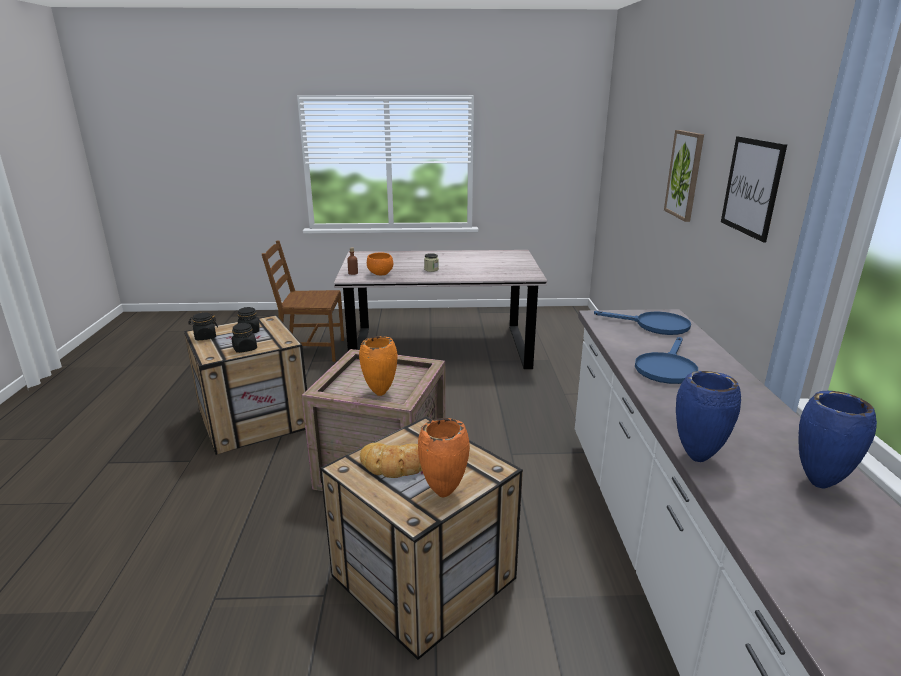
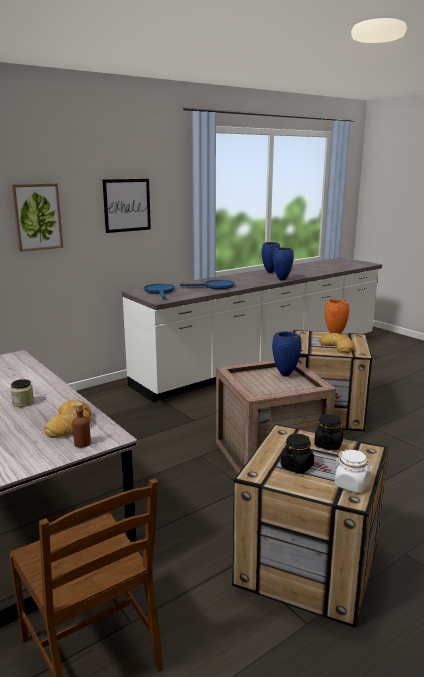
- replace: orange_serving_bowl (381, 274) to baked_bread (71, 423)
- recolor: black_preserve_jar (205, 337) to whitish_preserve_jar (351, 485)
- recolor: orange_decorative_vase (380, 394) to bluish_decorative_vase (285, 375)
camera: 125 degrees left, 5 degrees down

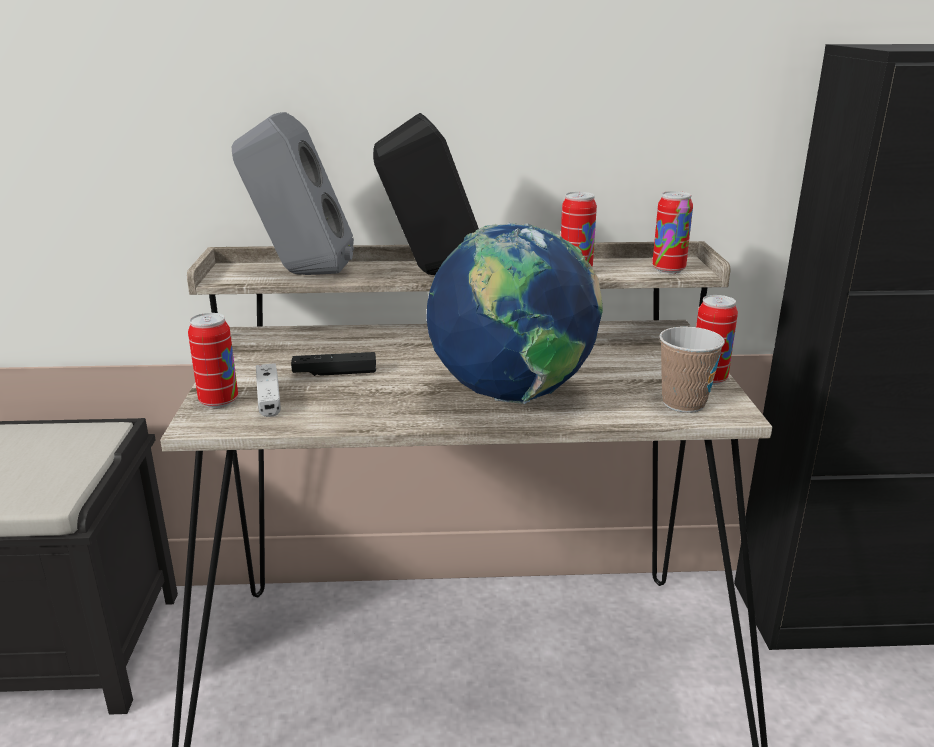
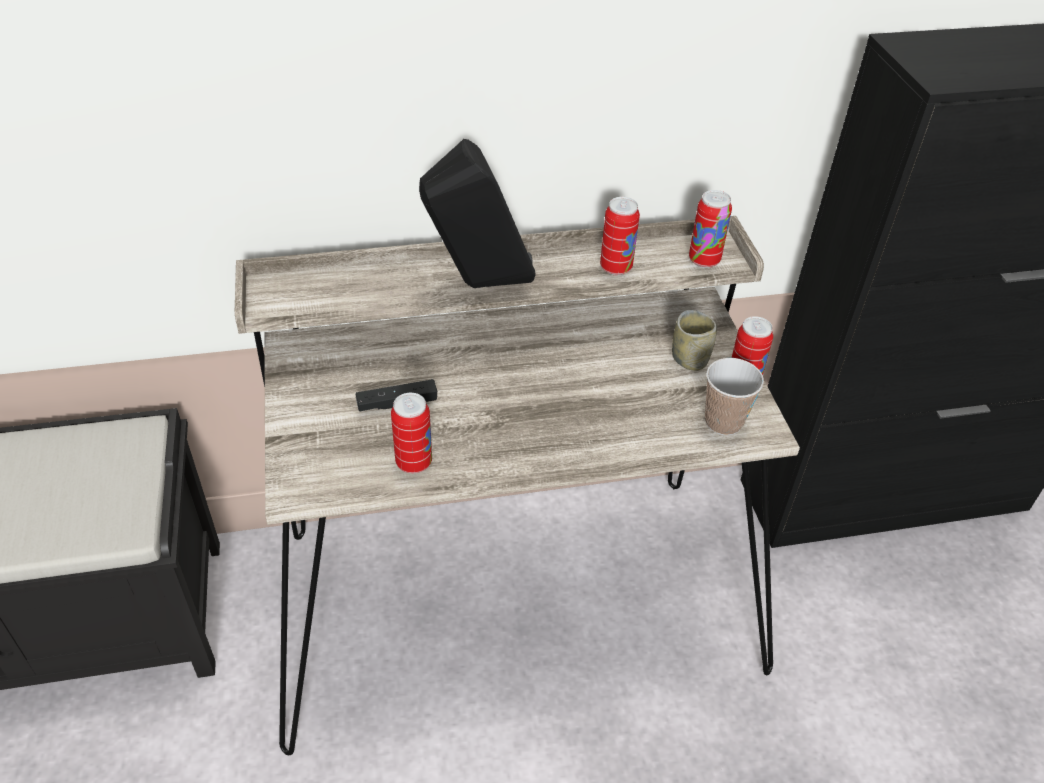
- delete: gray_audio_speaker (299, 274)
- delete: world_globe (513, 397)
- move: metal_can (219, 401) to (414, 462)
- delete: whitish_gamepad (269, 398)
- insert: drinking_cup (689, 359)
camera: 10 degrees left, 20 degrees up

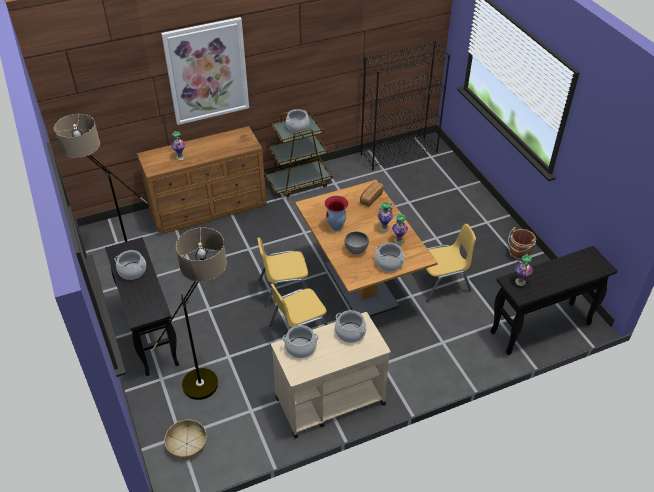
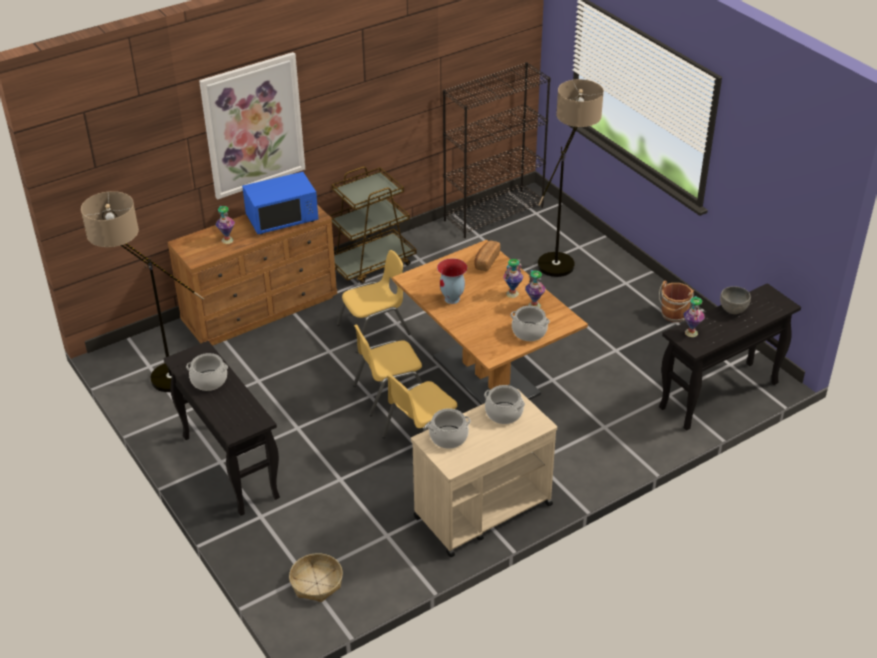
- delete: saucepot (297, 126)
- move: yellow_chair (442, 282) to (374, 330)
- move: standing_lamp (211, 376) to (563, 258)
- move: gray_serving_bowl (356, 250) to (733, 310)
- insert: bluish_microwave_oven (282, 219)
camera: 10 degrees left, 5 degrees down

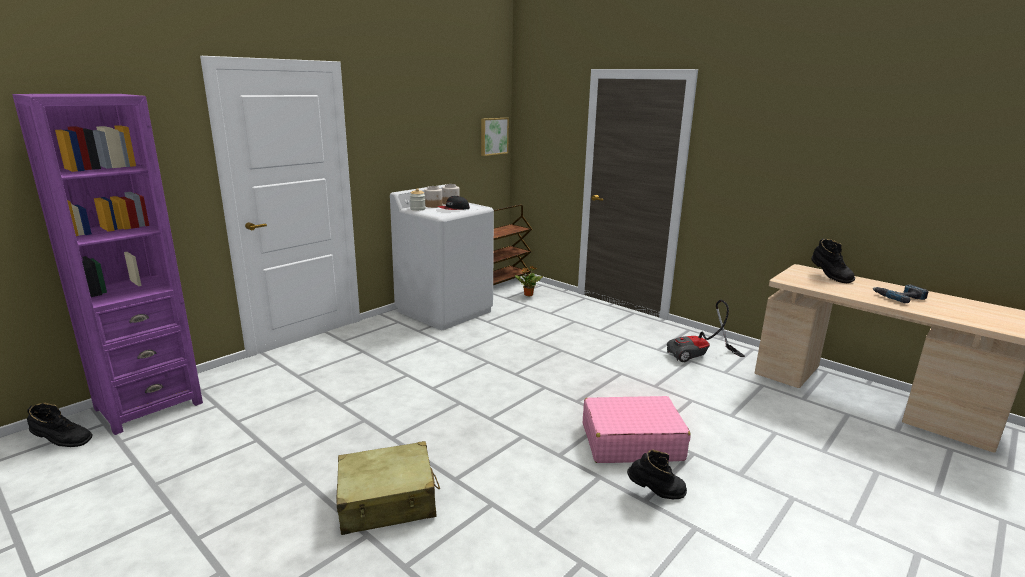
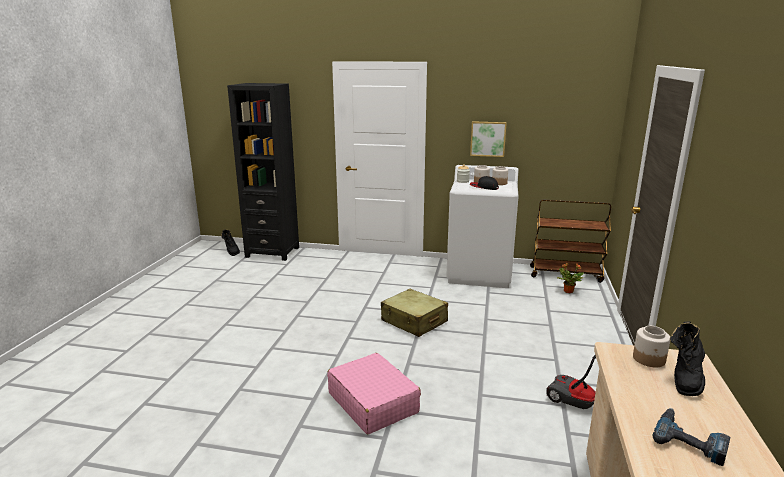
- recolor: purple_shelving_unit (149, 405) to black_shelving_unit (272, 252)
- move: picture (493, 136) to (488, 138)
- move: sand-coloured_suitcase (387, 501) to (414, 321)
- delete: black_high-top_boot (656, 493)
- insert: preserve_jar (649, 359)
camera: 60 degrees right, 0 degrees up

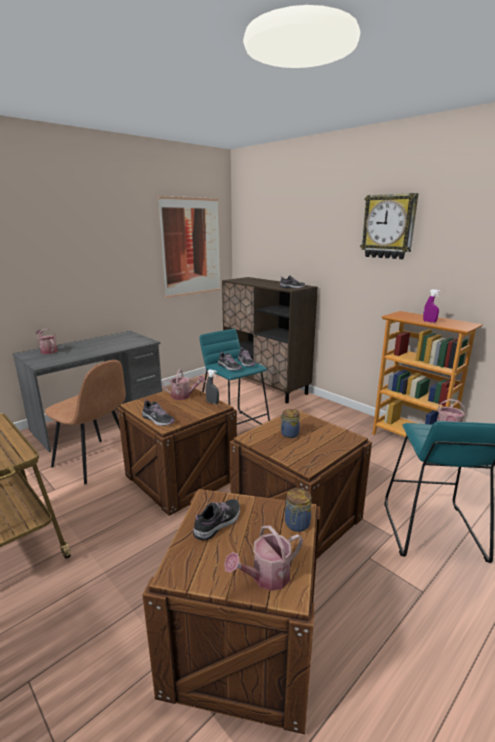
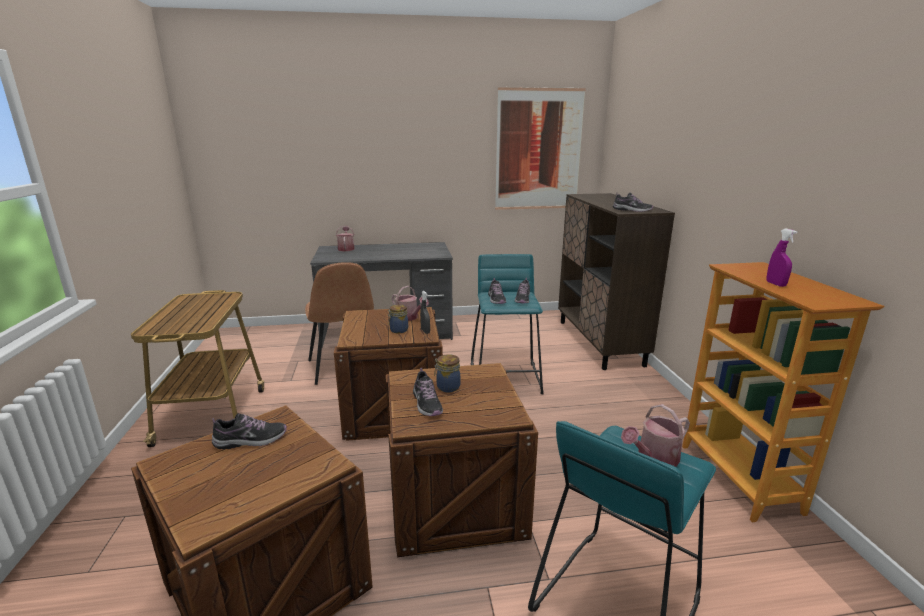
- delete: hanging_clock (388, 227)
- move: item_of_footwear (158, 420) to (427, 403)
- move: preserve_jar (297, 524) to (398, 330)
- delete: watering_pot (266, 577)
camera: 35 degrees right, 0 degrees up

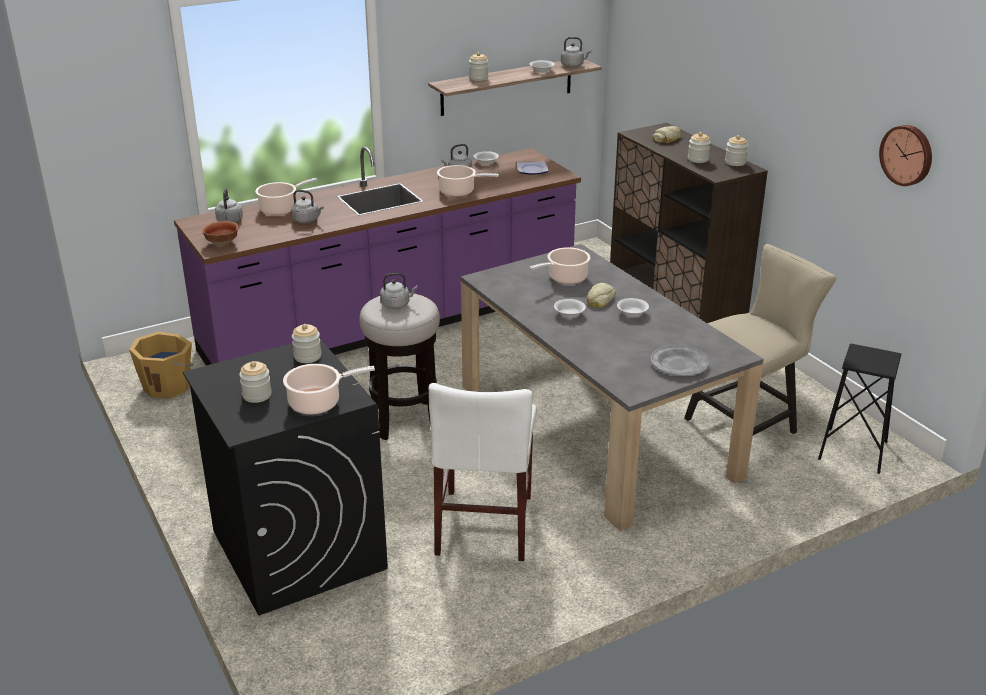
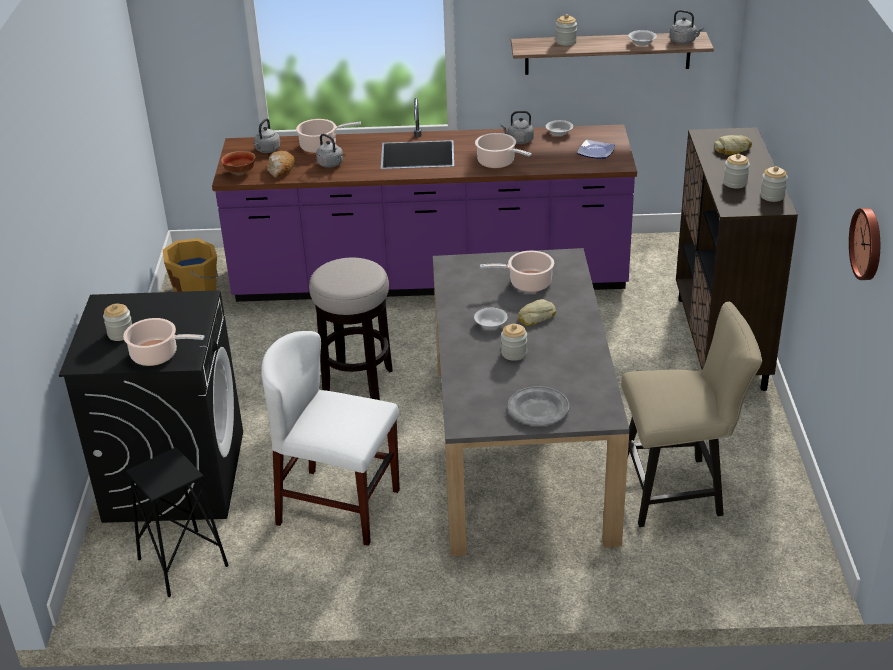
- delete: gray_tea_kettle (397, 304)
- delete: whitish_serving_bowl (632, 313)
- move: preserve_jar (307, 356) to (514, 353)
- move: black_stool_seat (852, 451) to (183, 563)
- rotate: whitish_chair (484, 524) = (339, 507) 75 degrees clockwise
- insert: baked_bread (281, 169)
camera: 30 degrees right, 5 degrees up

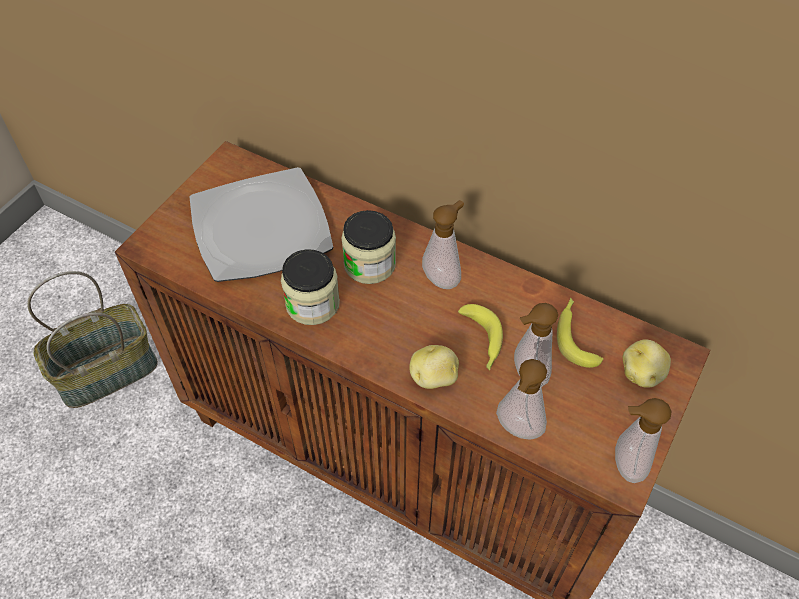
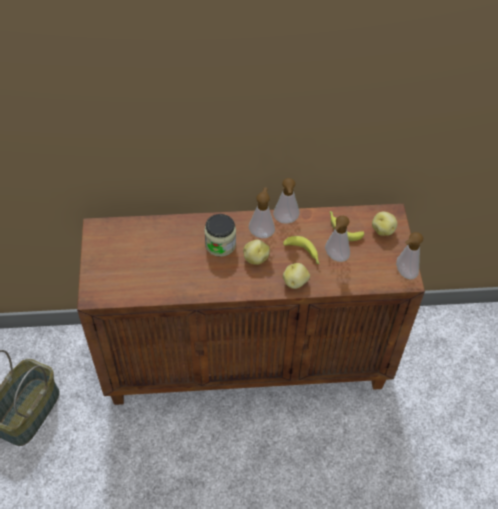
- delete: flat_dish (259, 228)
- delete: preserve_jar (312, 304)
- move: liquid_soap_bottle (517, 431) to (286, 221)
- insert: potato (255, 258)
camera: 35 degrees left, 0 degrees up

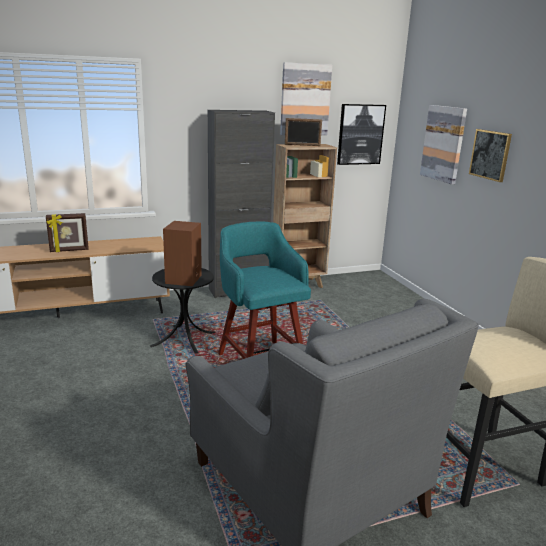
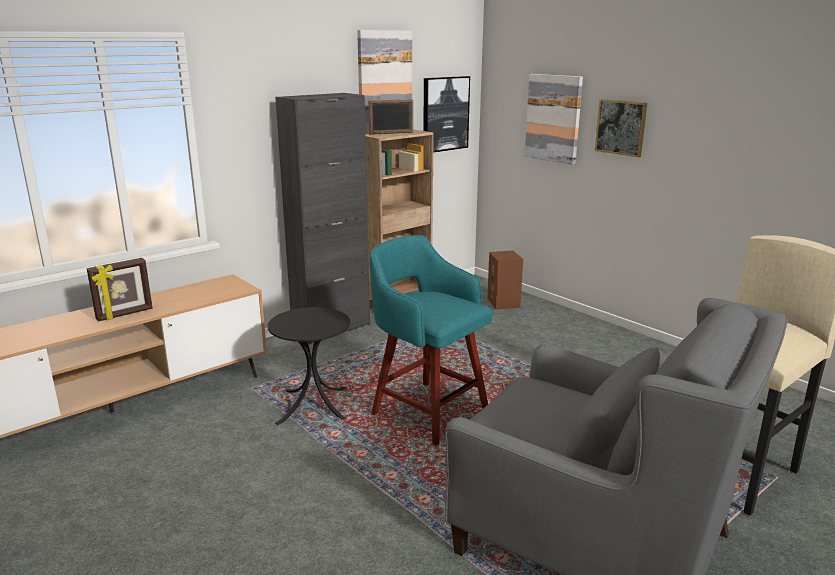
- move: brown-coloured_audio_speaker (184, 279) to (504, 303)
camera: 20 degrees left, 0 degrees up

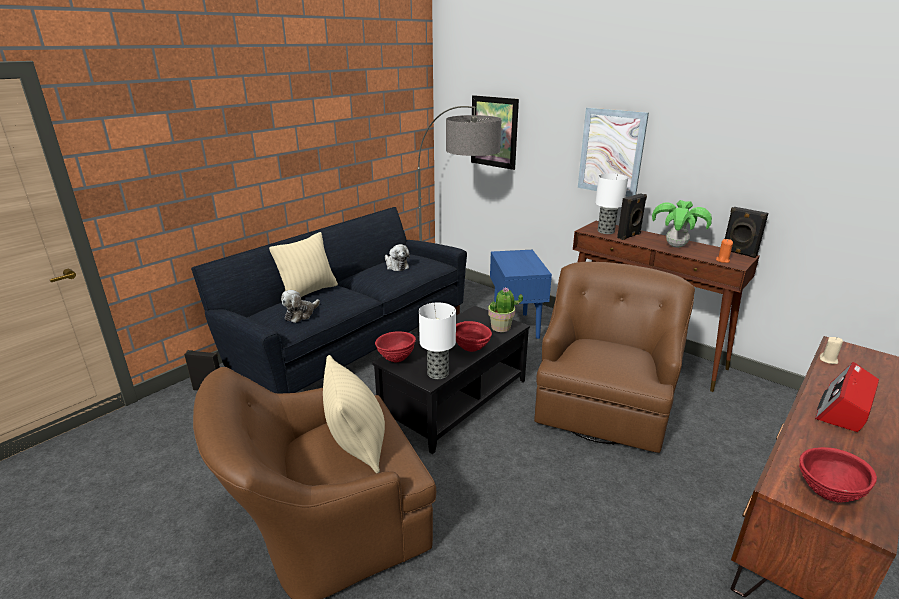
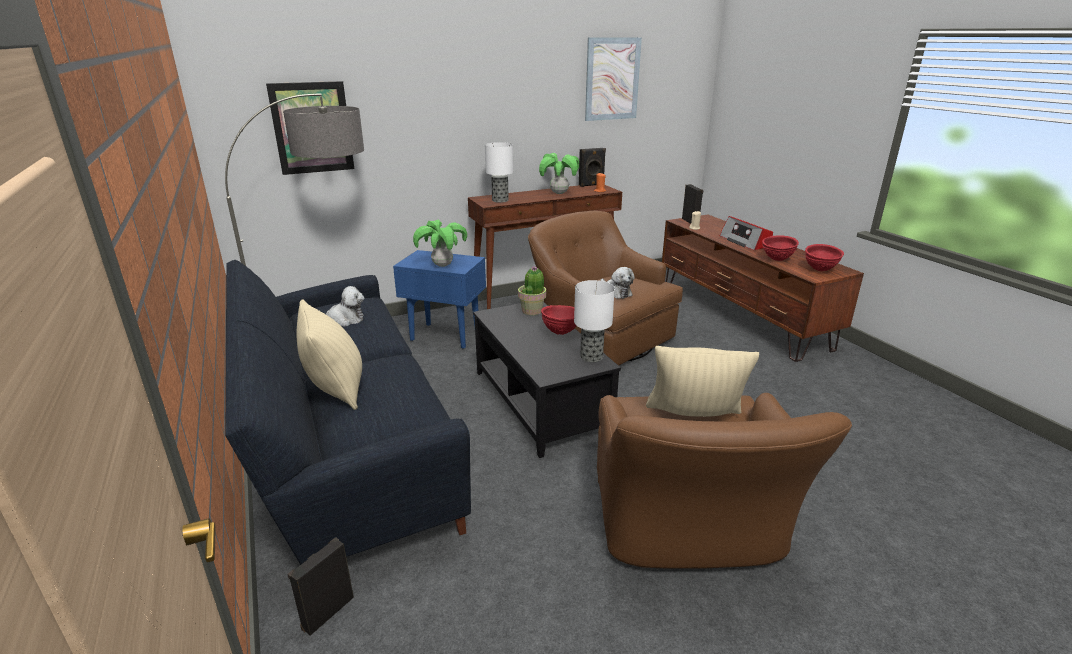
- move: picture (611, 152) to (612, 79)
- move: black_audio_speaker (629, 236) to (691, 221)
- move: soft_toy (301, 314) to (616, 292)
- move: red-coloured_serving_bowl (396, 359) to (777, 260)
- insert: houseplant (443, 265)
camera: 65 degrees left, 0 degrees up

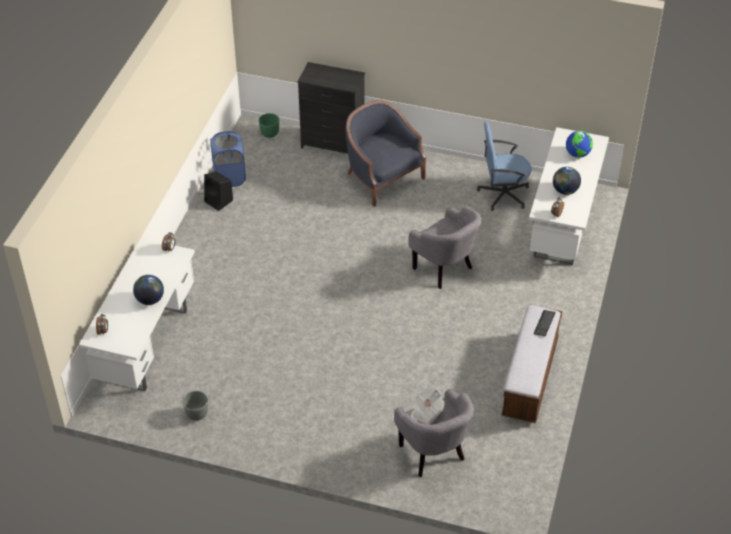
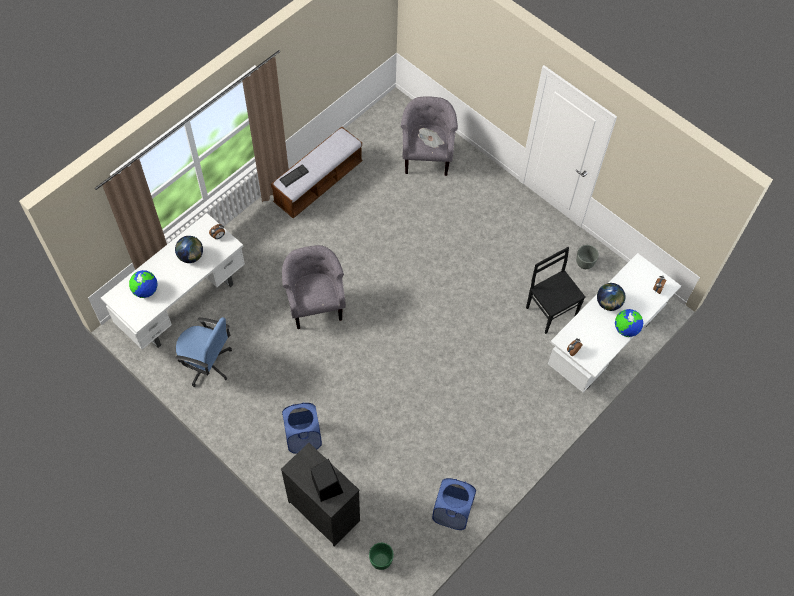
- replace: bluish_armchair (382, 178) to bluish_laundry_basket (303, 438)
- move: black_audio_speaker (219, 201) to (327, 485)
- insert: black_chair (550, 310)
- insert: world_globe (625, 329)
camera: 155 degrees left, 15 degrees up

